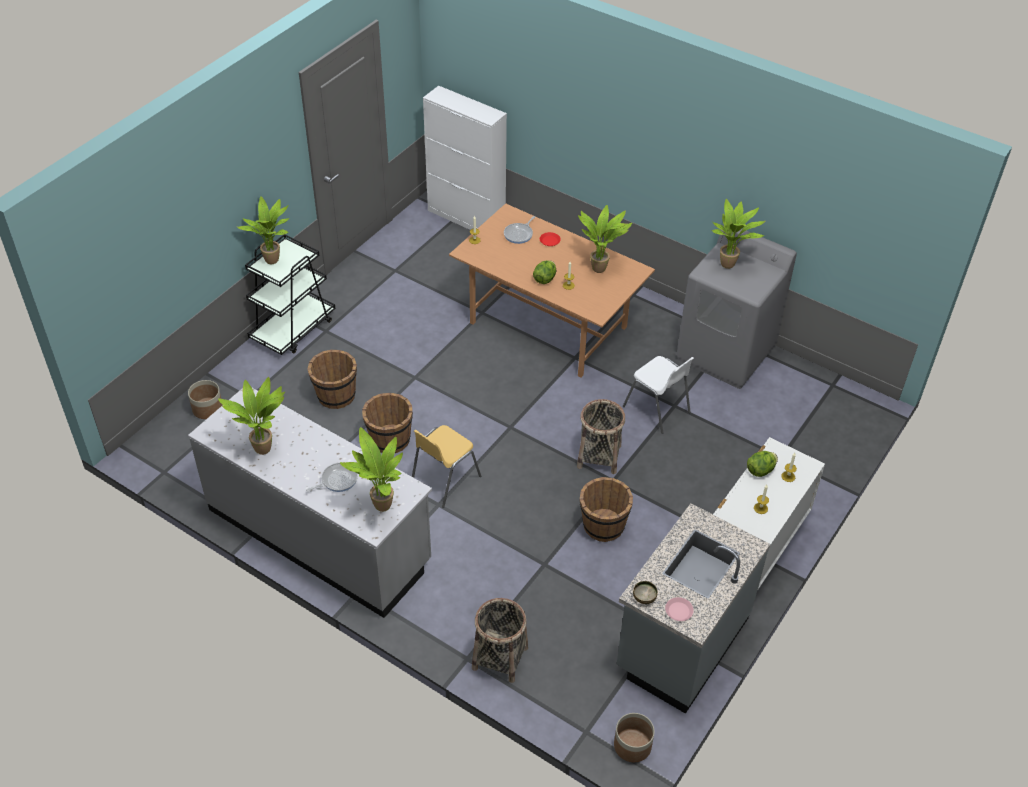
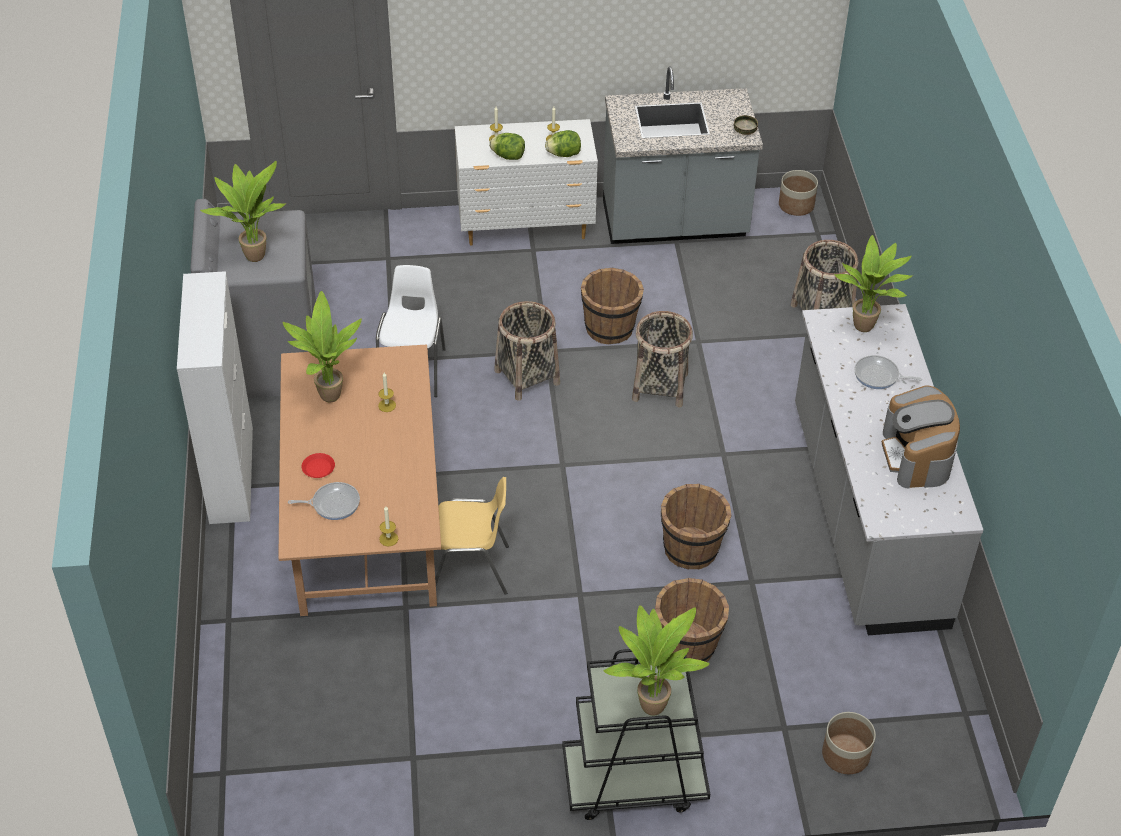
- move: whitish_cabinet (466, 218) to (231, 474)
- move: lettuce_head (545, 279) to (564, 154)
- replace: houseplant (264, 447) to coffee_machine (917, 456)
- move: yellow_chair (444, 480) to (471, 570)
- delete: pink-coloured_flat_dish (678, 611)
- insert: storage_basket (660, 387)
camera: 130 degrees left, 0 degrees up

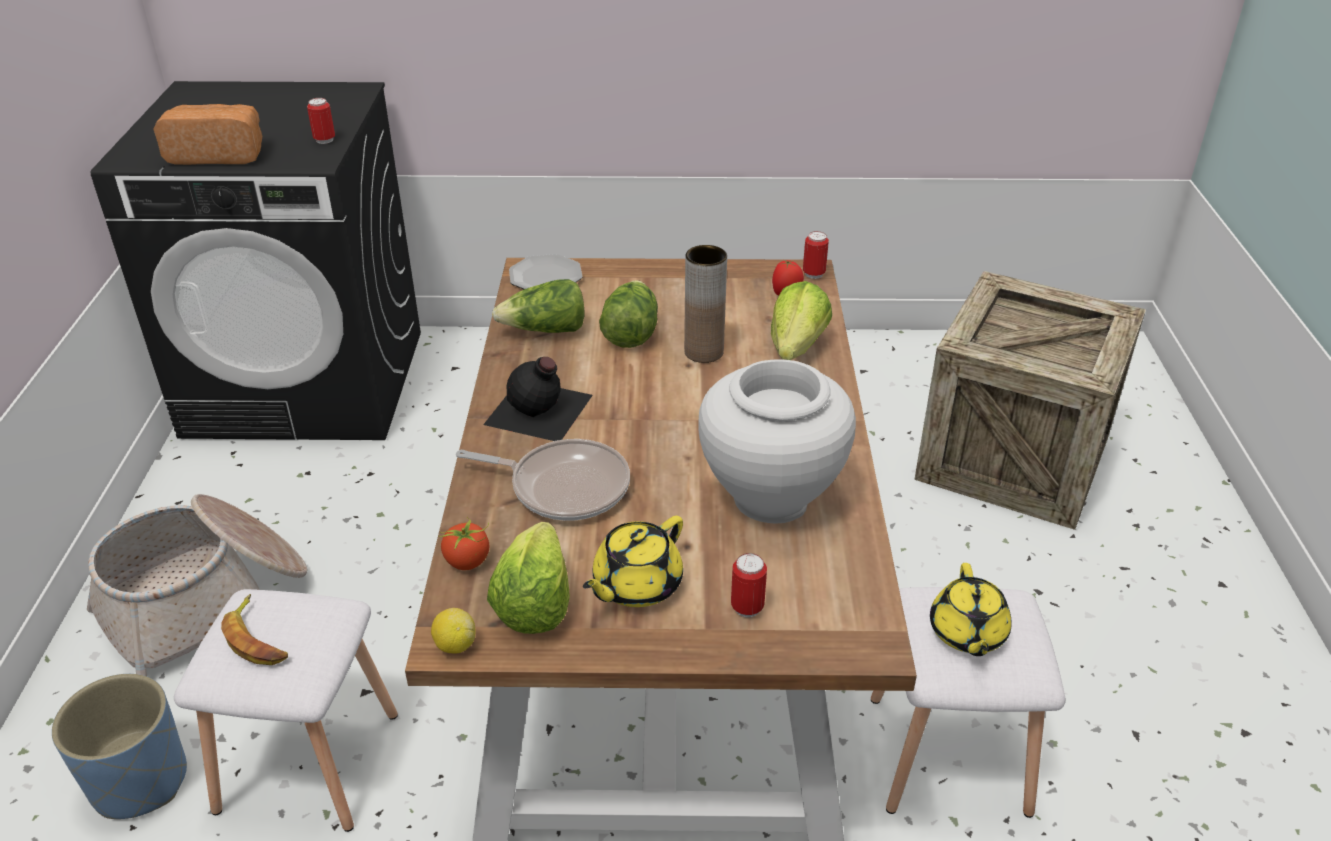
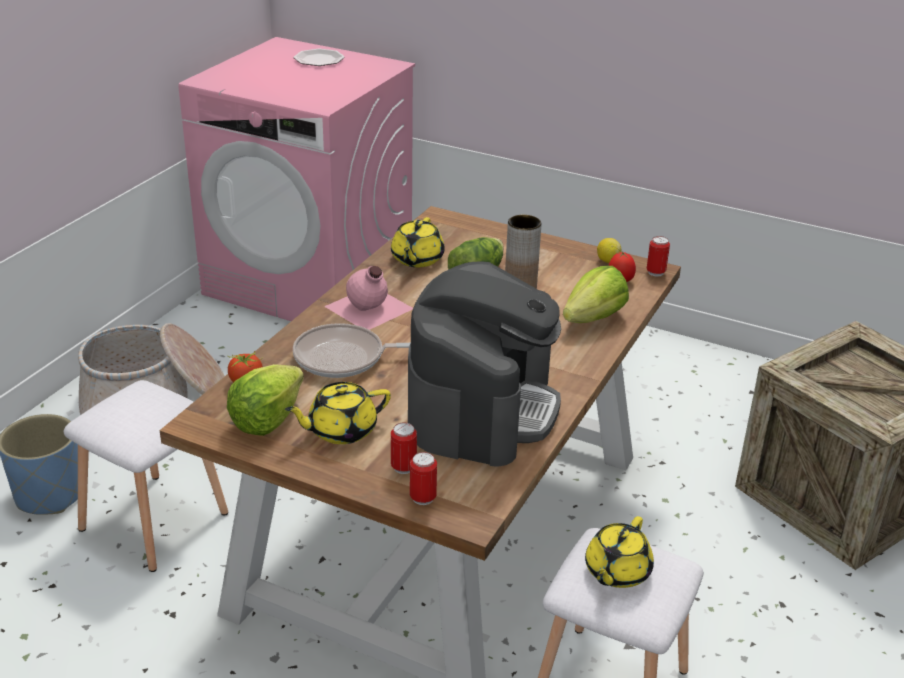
- recolor: black_laundry_appliance (308, 382) to pink-coloured_laundry_appliance (310, 281)
- move: metal_can (324, 140) to (423, 498)
- delete: baked_bread (218, 154)
- move: flat_dish (545, 277) to (319, 60)
- replace: lettuce_head (545, 330) to yellow_tea_pot (416, 259)
- recolor: black_drink_bottle (539, 410) to pink-coloured_drink_bottle (369, 308)
- replace: whitish_decorative_vase (770, 498) to coffee_machine (482, 408)
- rotate: frying_pan (563, 486) = (345, 358) 135 degrees clockwise
- delete: whole_banana (257, 638)
- move: citrus_fruit (455, 645) to (607, 261)
camera: 25 degrees right, 5 degrees down

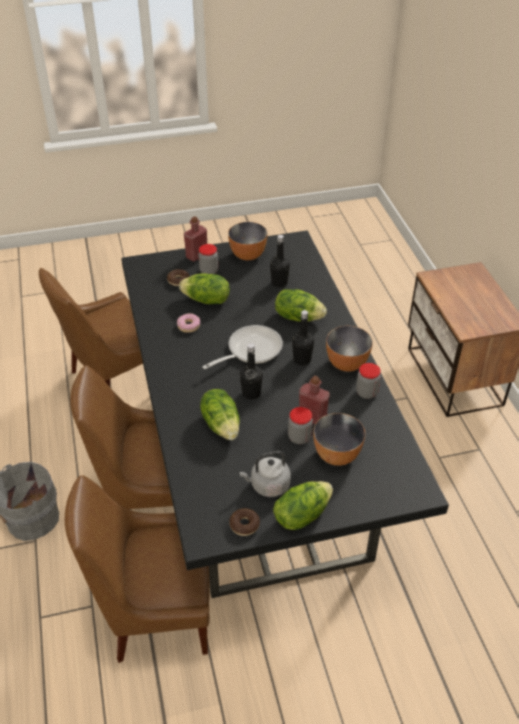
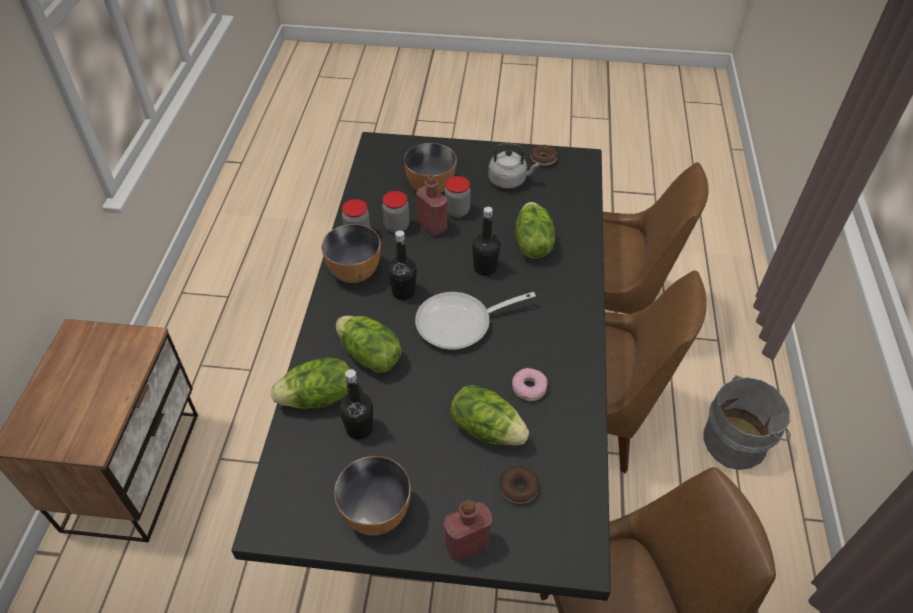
- move: preserve_jar (209, 271) to (396, 226)
- move: lettuce_head (301, 515) to (318, 398)
camera: 160 degrees left, 5 degrees up

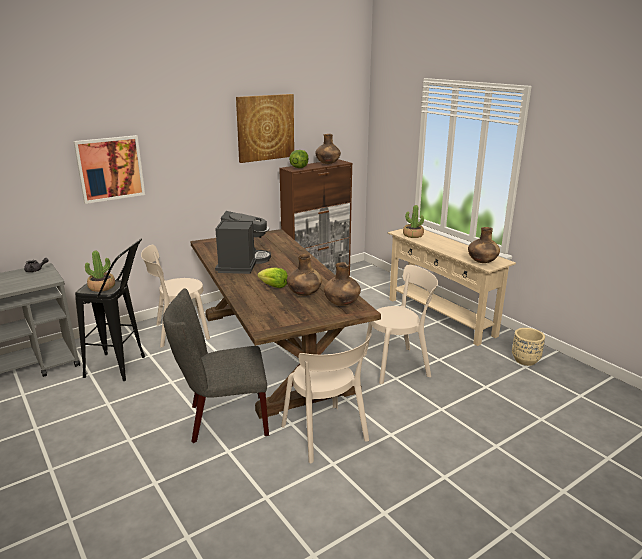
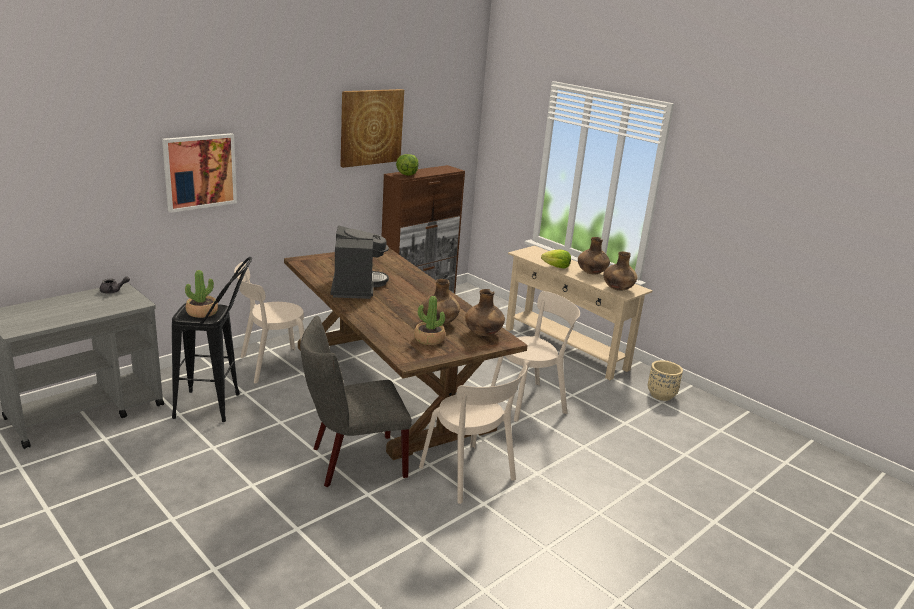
- move: brown-coloured_decorative_vase (328, 163) to (591, 273)
- move: houseplant (413, 235) to (429, 339)
- move: lettuce_head (274, 286) to (556, 267)
camera: 10 degrees left, 0 degrees up

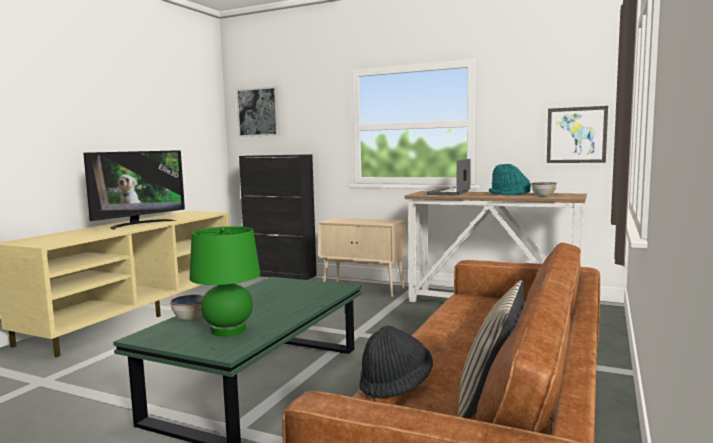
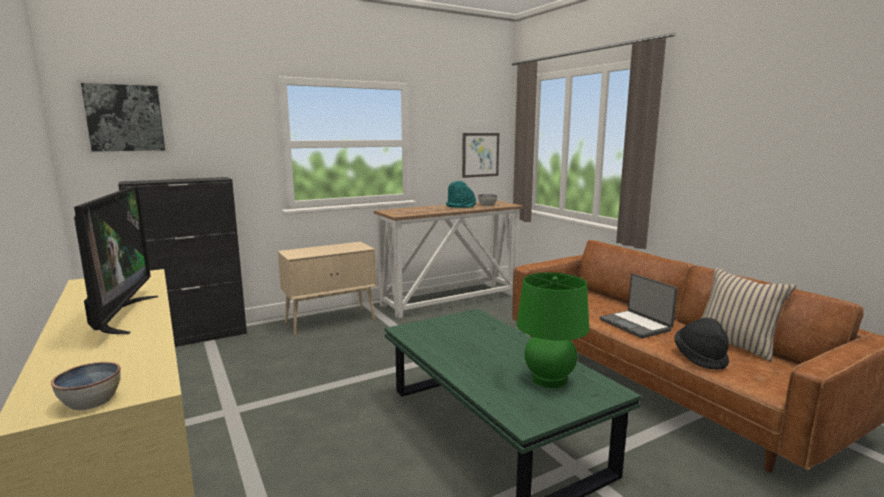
- move: portable_computer (449, 193) to (636, 325)
- move: serving_bowl (189, 317) to (91, 401)
camera: 55 degrees left, 5 degrees up

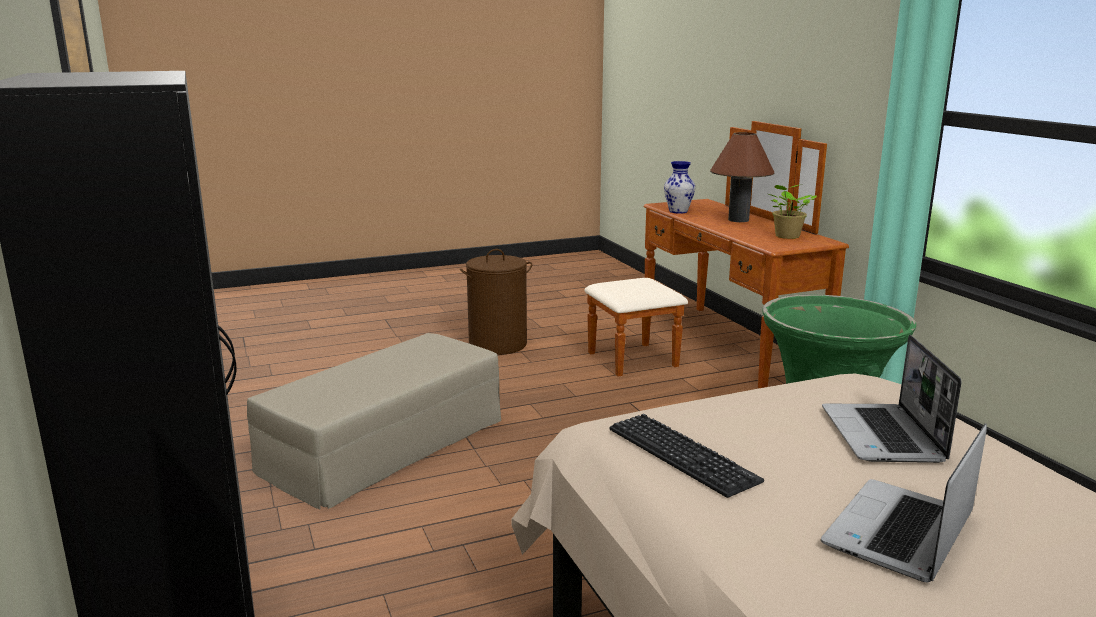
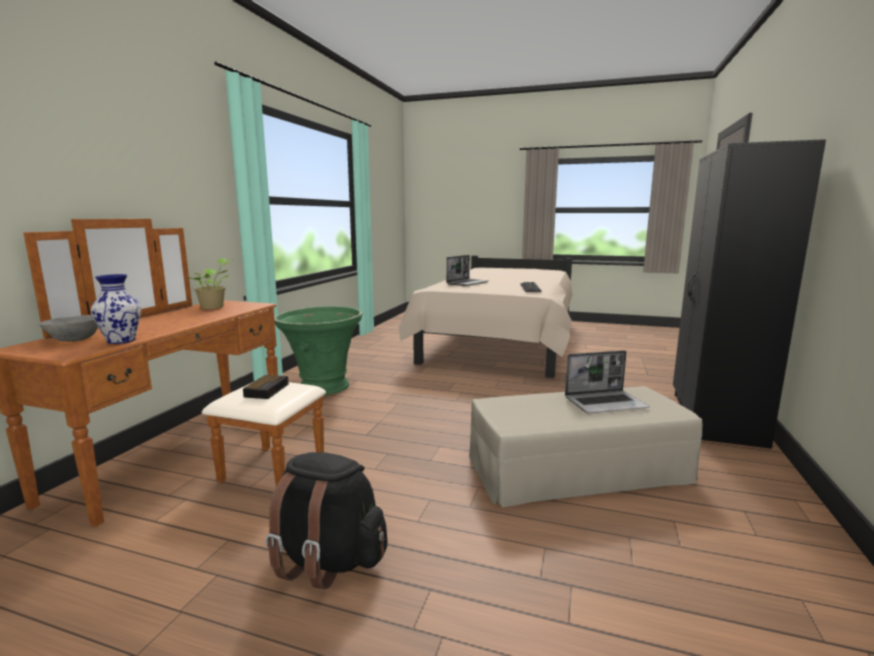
- delete: brown-coloured_tabletop_lamp (738, 220)
- replace: brown-coloured_laundry_basket (498, 344) to black_backpack (328, 560)
- move: portable_computer (900, 534) to (605, 403)
- insert: gray_serving_bowl (75, 339)
- insert: bedside_clock (267, 390)
camera: 140 degrees left, 5 degrees down

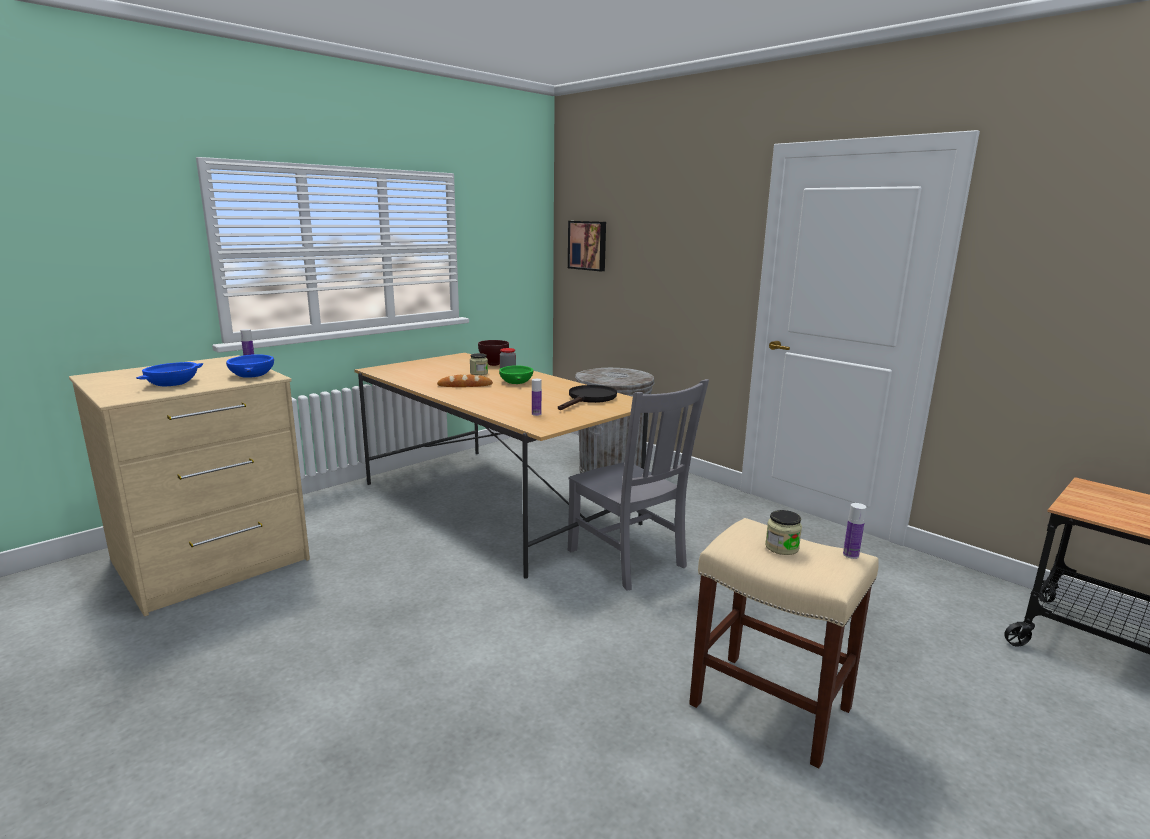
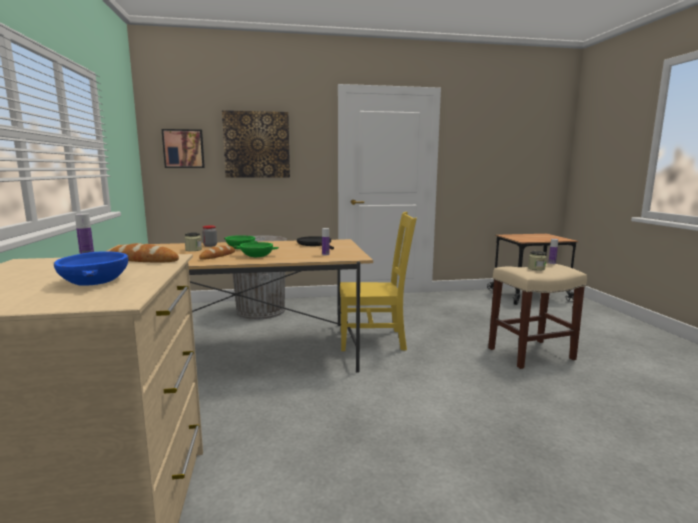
- delete: brown-coloured_serving_bowl (494, 364)
- replace: bluish_serving_bowl (252, 375) to baked_bread (143, 260)
- recolor: gray_chair (628, 560) to yellow_chair (374, 340)
- insert: picture (256, 145)
- insert: green-coloured_serving_bowl (257, 255)
camera: 55 degrees left, 5 degrees down

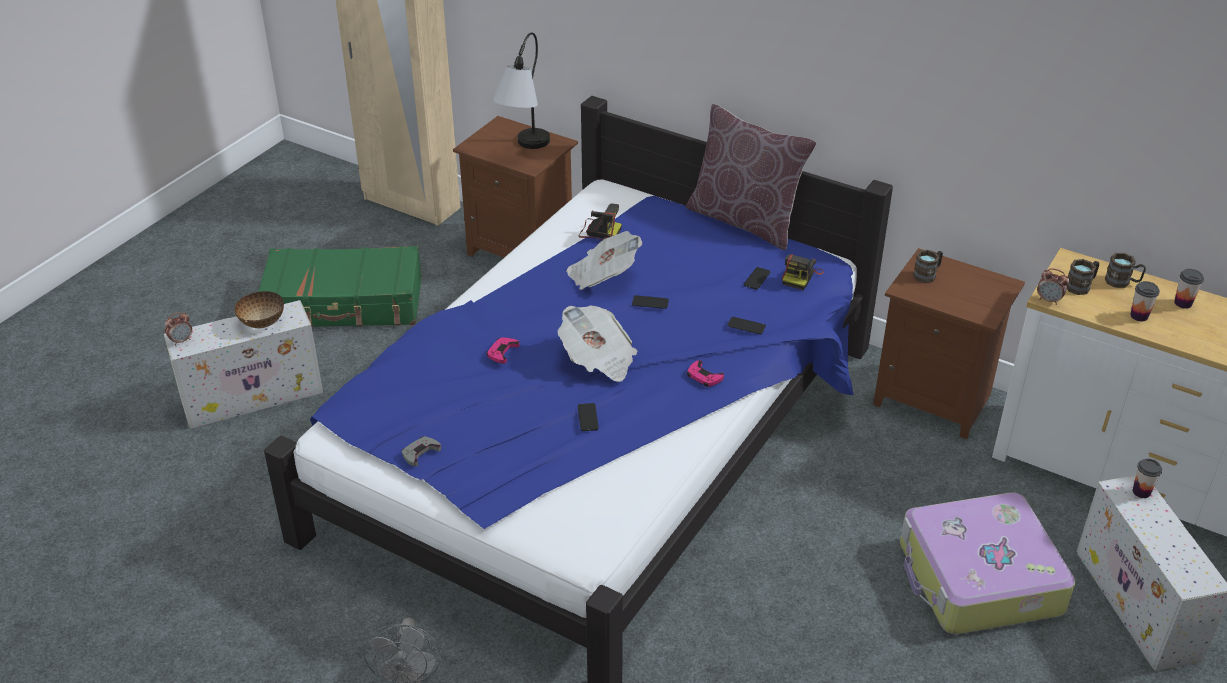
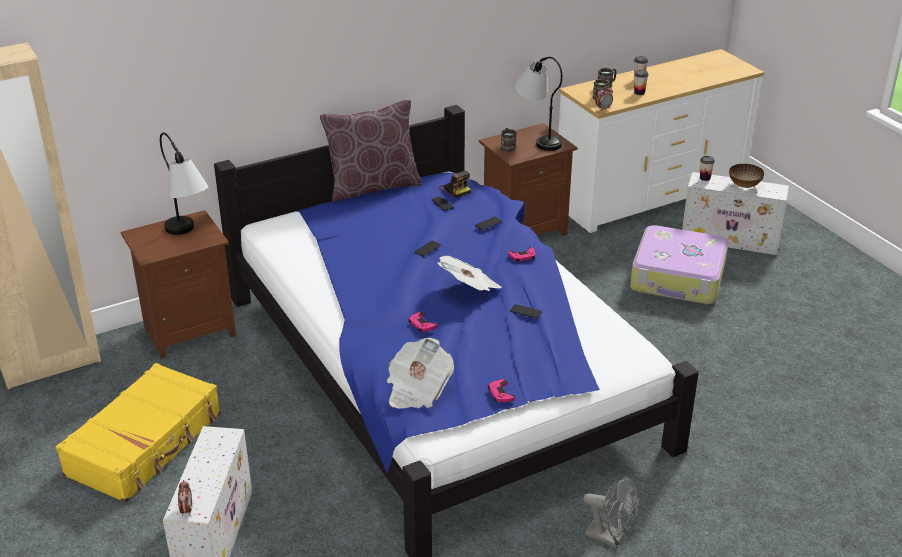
- delete: photo_camera (599, 231)
- move: printed_paper (603, 276) to (417, 390)
- recolor: green-coloured_suitcase (344, 303) to yellow_suitcase (145, 444)
- move: serving_bowl (262, 322) to (744, 185)
- recolor: gray_gamepad (420, 453) to pink-coloured_gamepad (500, 394)
- insert: tabletop_lamp (537, 138)
camera: 60 degrees left, 5 degrees down

